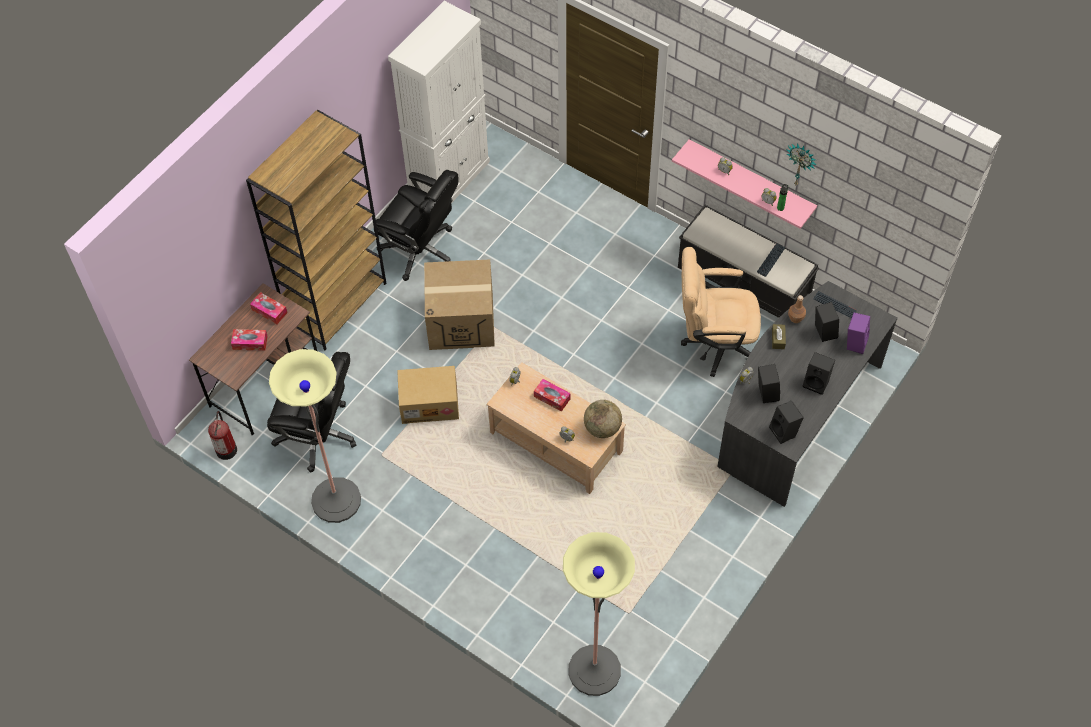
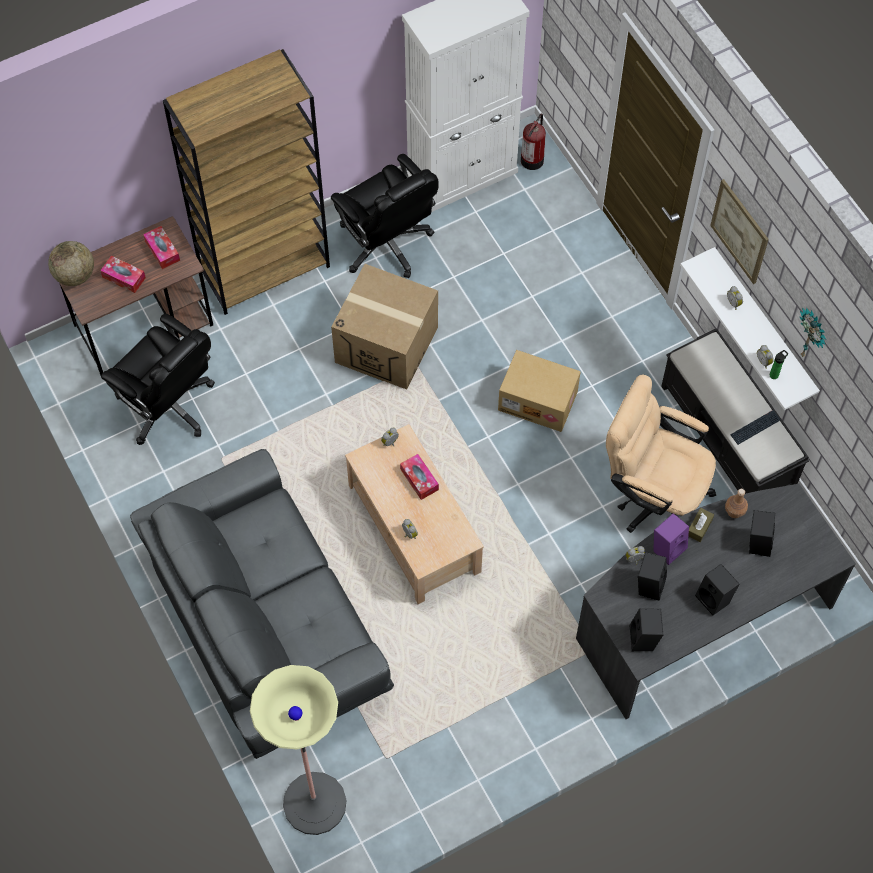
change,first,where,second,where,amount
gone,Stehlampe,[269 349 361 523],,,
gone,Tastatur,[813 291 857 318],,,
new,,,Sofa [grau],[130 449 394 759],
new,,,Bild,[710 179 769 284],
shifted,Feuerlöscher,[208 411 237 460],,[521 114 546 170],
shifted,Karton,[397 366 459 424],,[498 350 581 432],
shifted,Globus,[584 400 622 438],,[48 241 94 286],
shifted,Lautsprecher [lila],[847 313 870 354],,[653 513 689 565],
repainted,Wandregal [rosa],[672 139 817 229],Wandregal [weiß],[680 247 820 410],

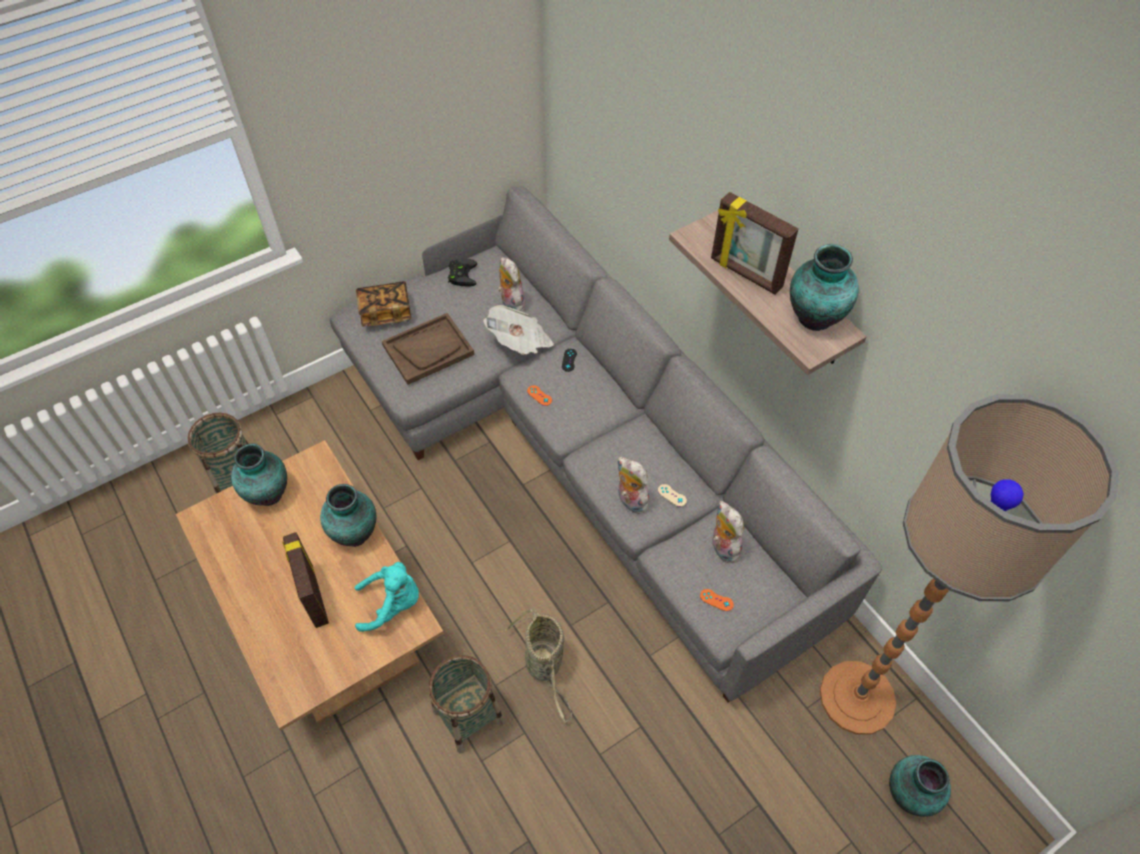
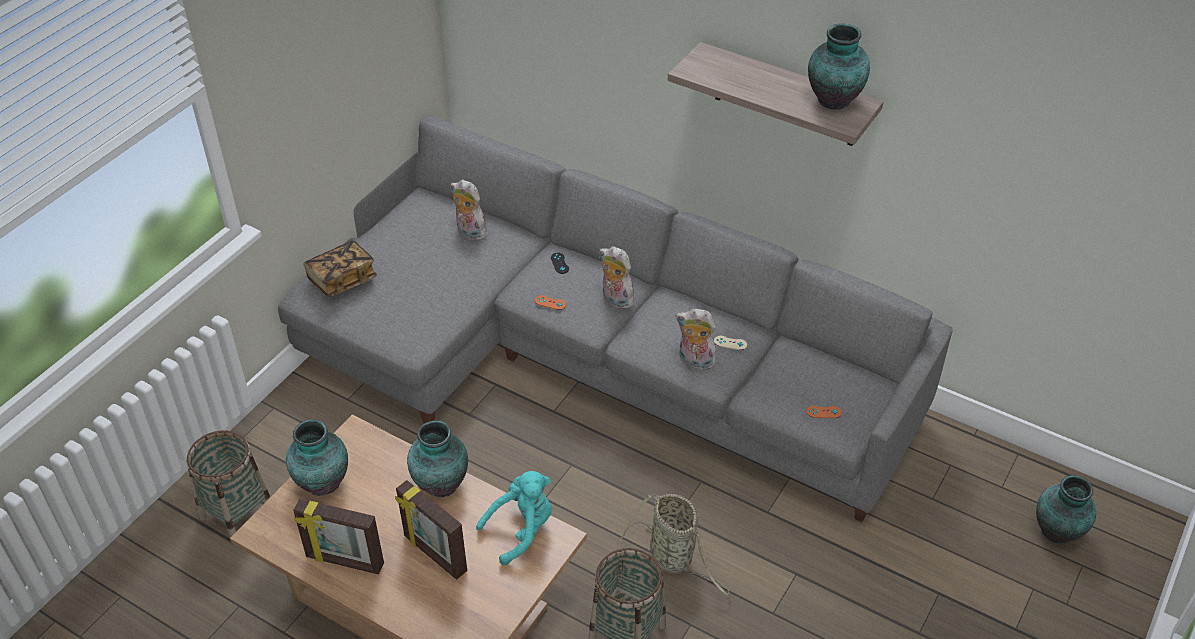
change,first,where,second,where,amount
gone,Tablett [braun],[382 313 474 385],,,
gone,Gamepad [schwarz],[448 259 477 286],,,
gone,Zeitung,[483 305 554 355],,,
gone,Stehlampe,[820 394 1119 735],,,
shifted,Bilderrahmen,[711 192 798 295],,[293 499 384 574],
shifted,Plüschtier,[712 501 744 563],,[599 246 634 309],

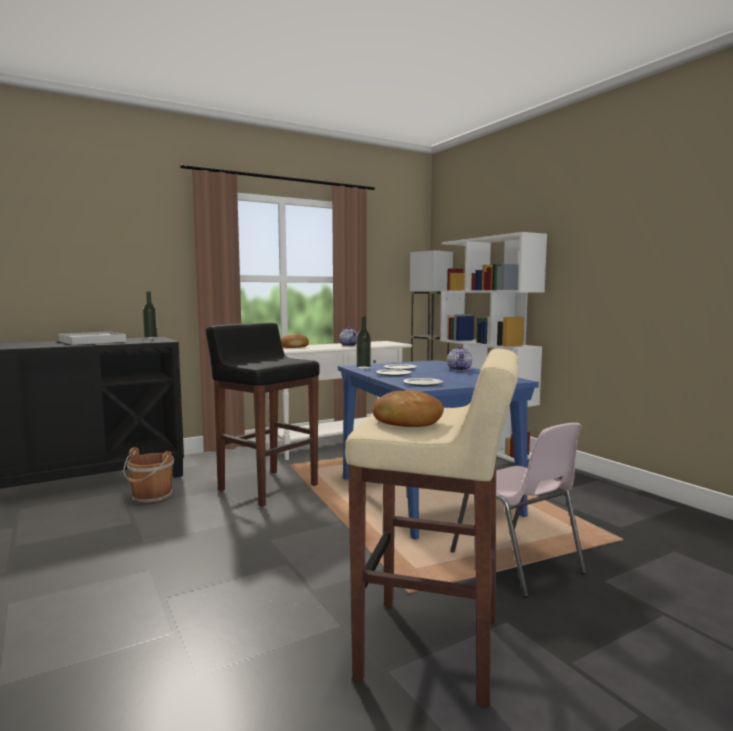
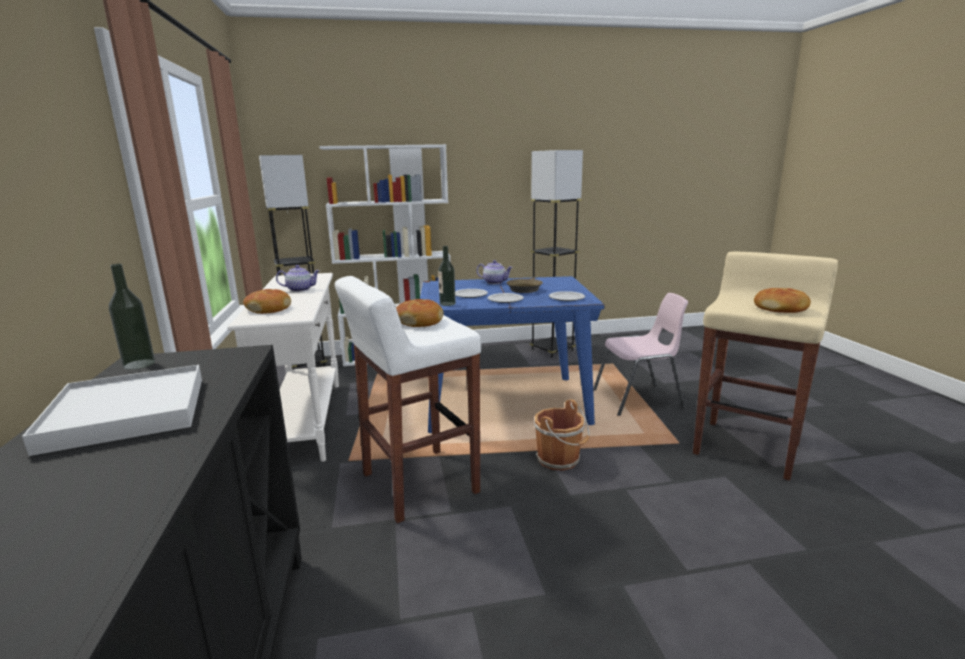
change,first,where,second,where,amount
new,,,Brot,[396 299 443 327],
new,,,Pfanne [braun],[506 277 543 293],
new,,,Stehlampe [grau],[530 150 583 357],
shifted,Eimer [braun],[123 447 174 505],,[534 399 590 471],
repainted,Hocker [schwarz],[206 323 320 507],Hocker [weiß],[335 276 481 523],

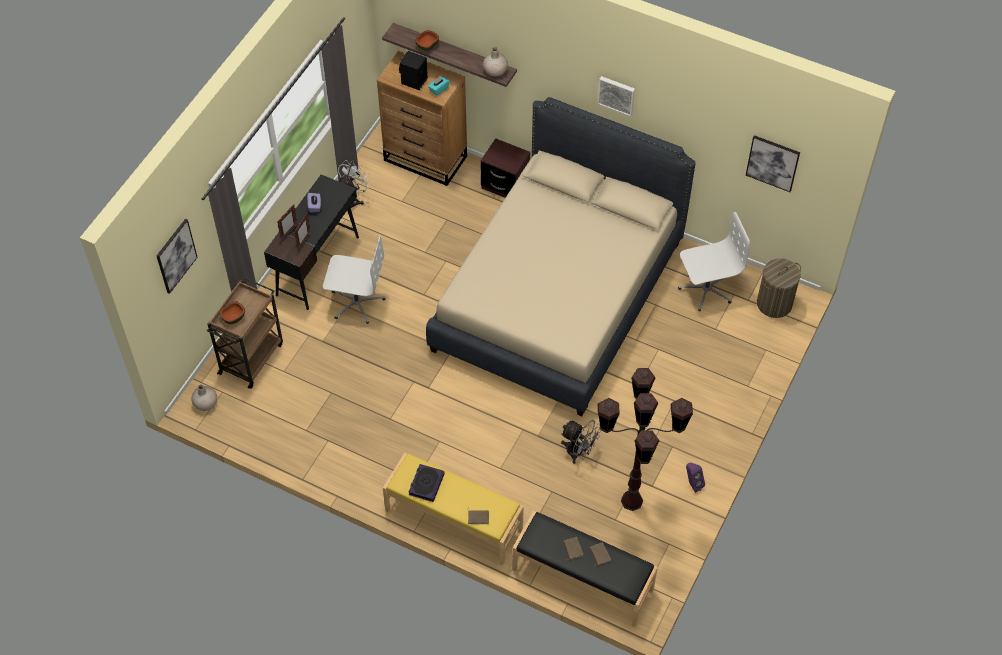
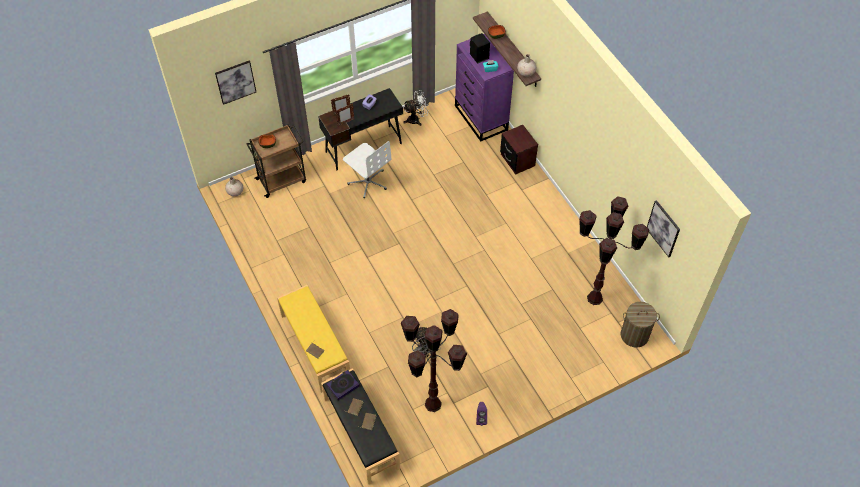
change,first,where,second,where,amount
gone,Bett [beige],[426 97 696 416],,,
gone,Bild,[597 76 635 117],,,
shifted,Buch,[408 464 445 502],,[327 370 360 400],
swapped,Bürostuhl [weiß],[678 212 749 311],Stehlampe [braun],[579 196 649 305],
repainted,Kommode [braun],[377 51 467 186],Kommode [lila],[455 34 514 142],

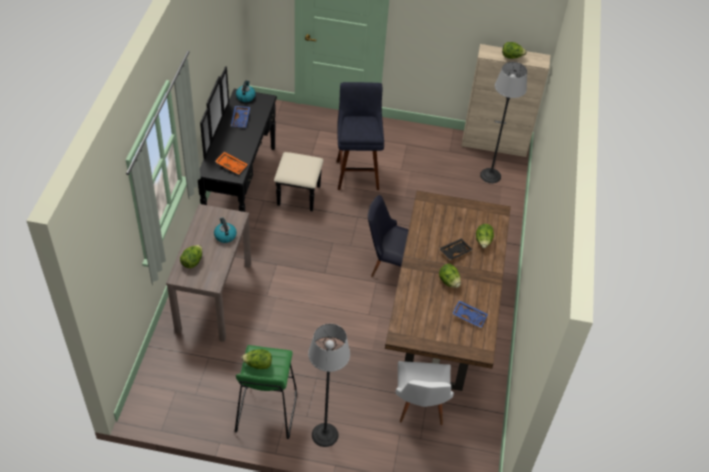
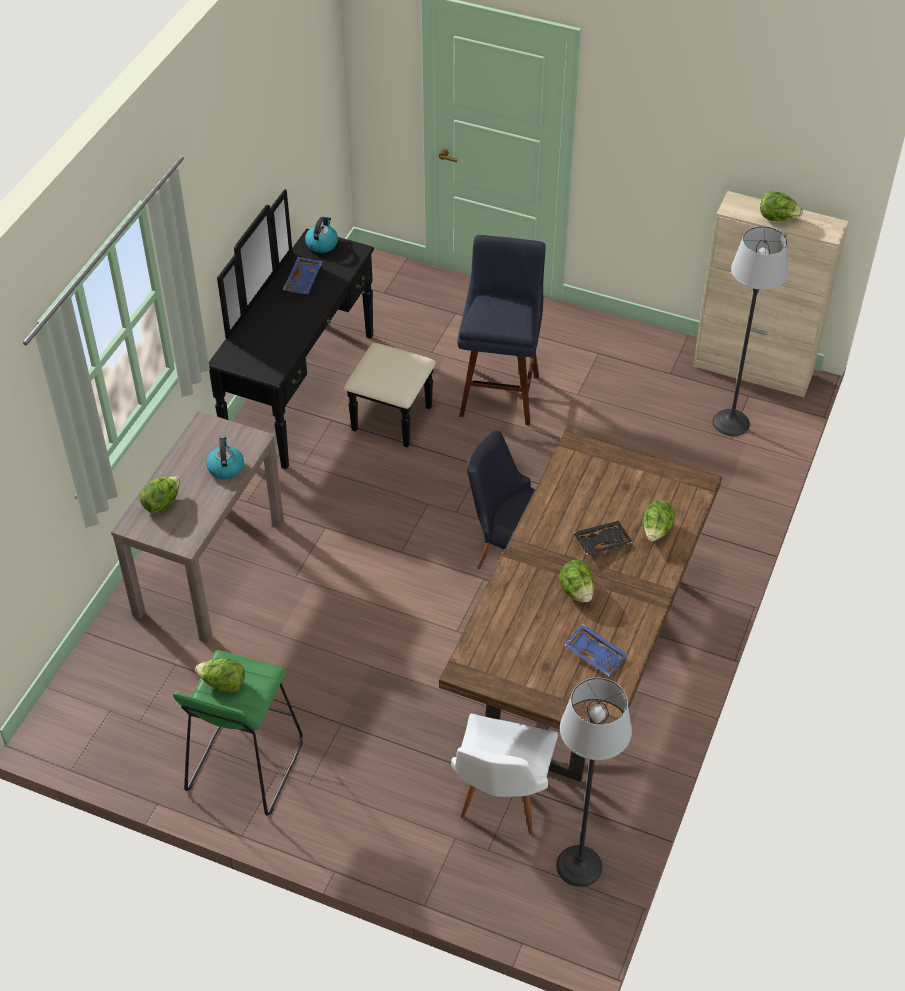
change,first,where,second,where,amount
gone,Tablett [orange],[215 152 248 175],,,
shifted,Stehlampe,[308 324 350 447],,[556 678 632 887],

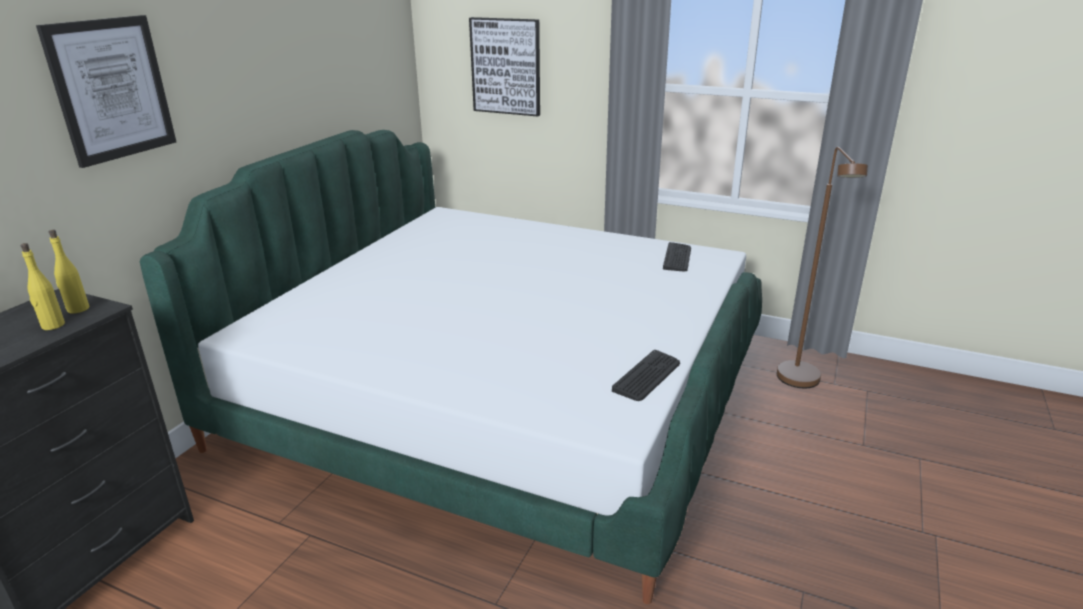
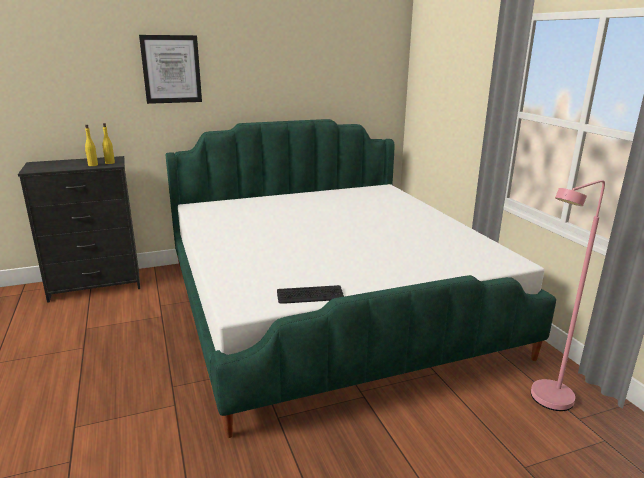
change,first,where,second,where,amount
gone,Bild,[469 17 540 116],,,
gone,Tastatur,[663 242 691 272],,,
repainted,Stehlampe [braun],[777 147 868 388],Stehlampe [rosa],[531 180 605 411],

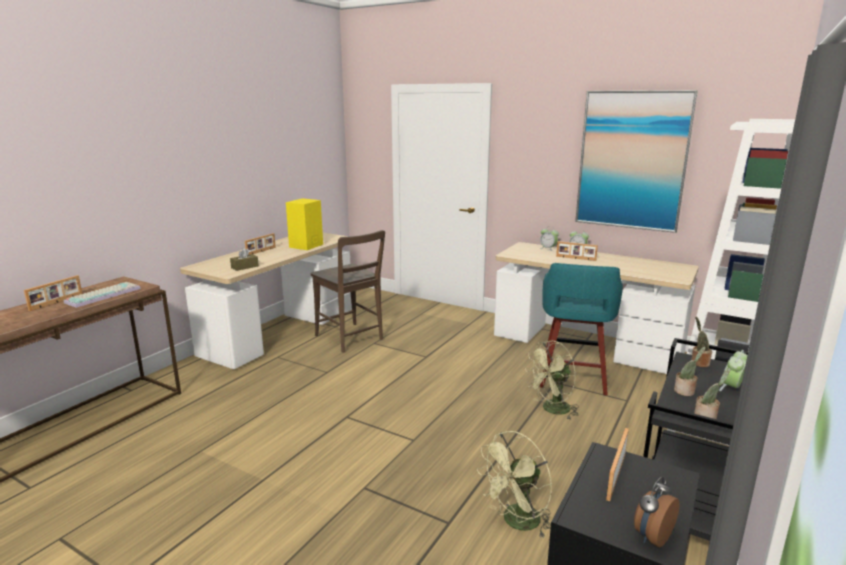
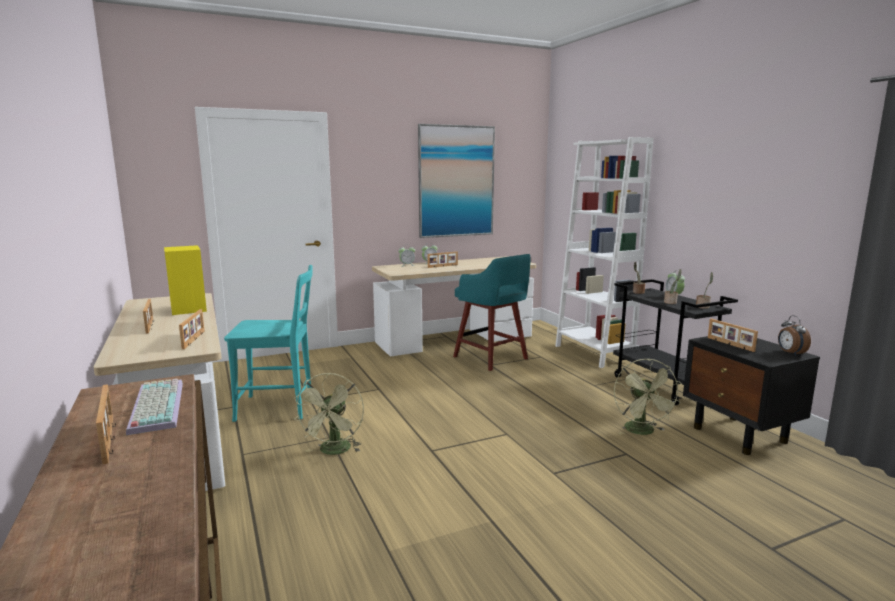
change,first,where,second,where,amount
shifted,Ventilator [grün],[525 341 579 419],,[294 373 364 455],
swapped,Taschentuchbox [braun],[230 248 259 271],Bilderrahmen,[179 309 204 349],
repainted,Stuhl [braun],[311 230 385 353],Stuhl [türkis],[224 265 313 422],

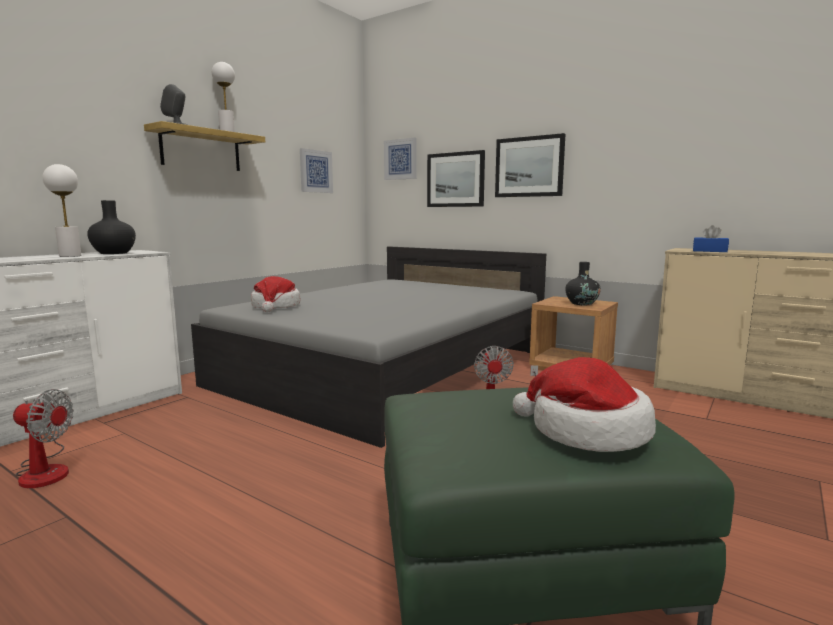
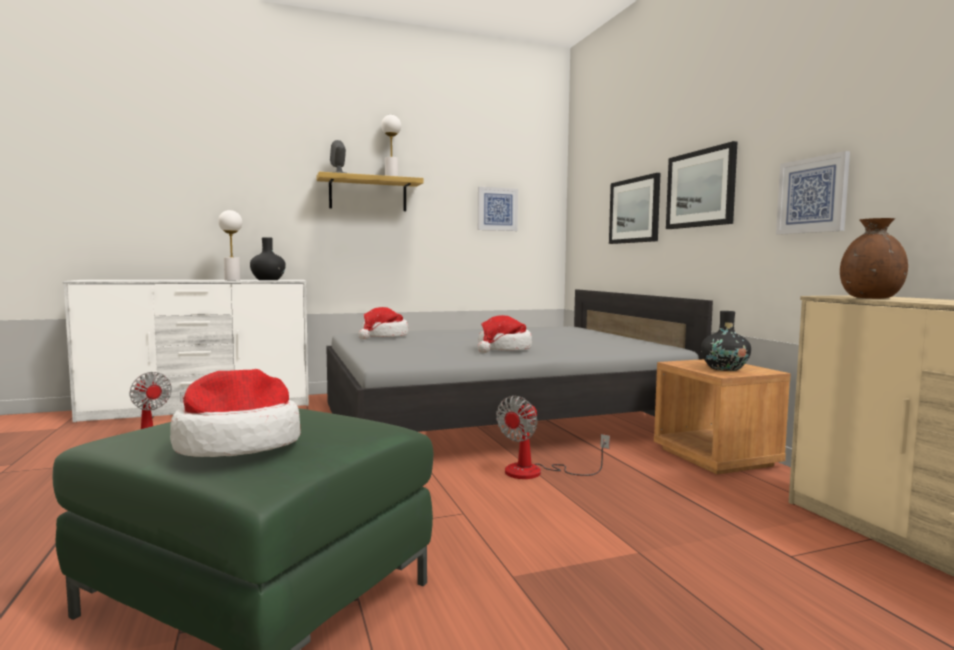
change,first,where,second,where,amount
new,,,Hut,[478 315 532 353],
shifted,Bild,[384 138 417 180],,[776 151 850 235],
swapped,Taschentuchbox [blau],[693 225 729 252],Vase [braun],[840 218 908 299],

